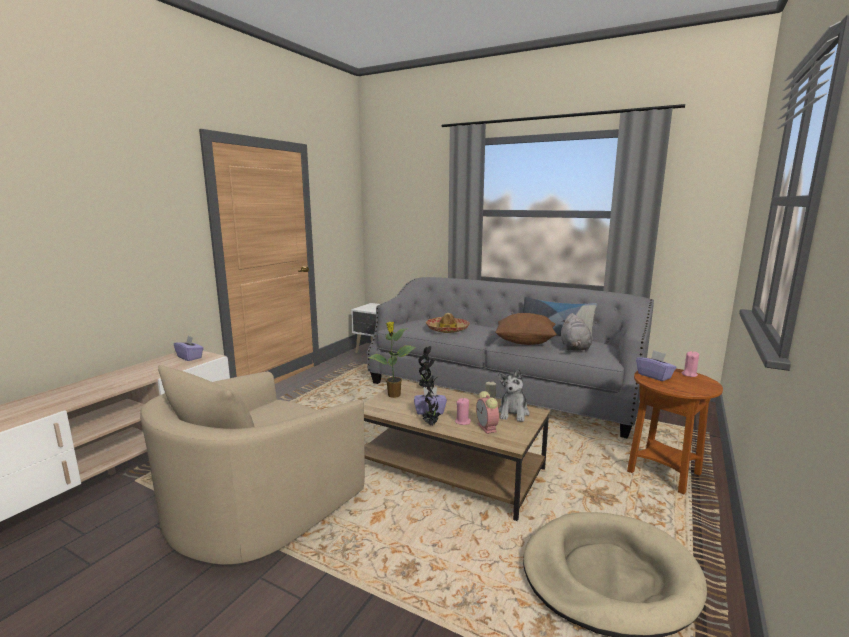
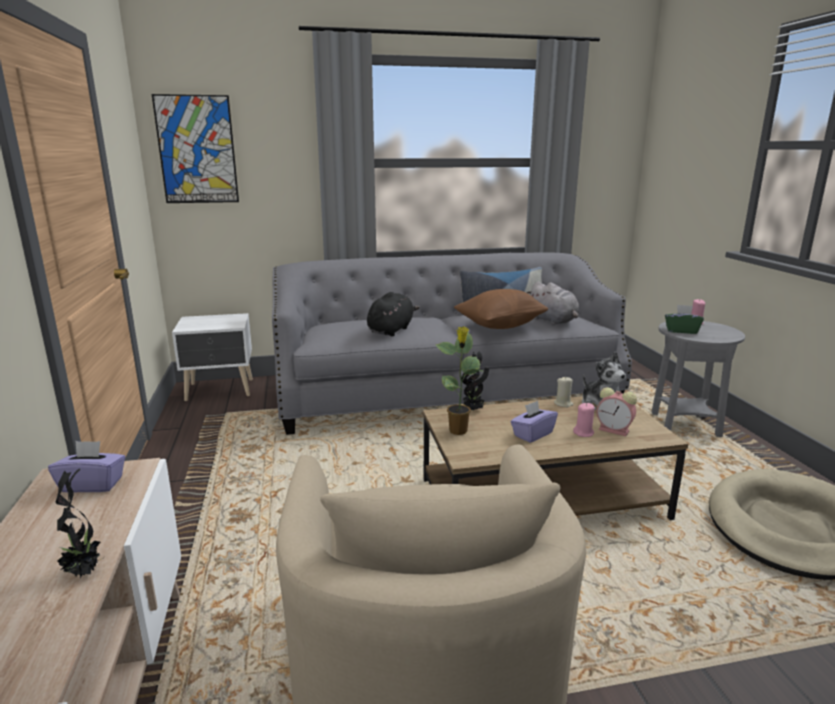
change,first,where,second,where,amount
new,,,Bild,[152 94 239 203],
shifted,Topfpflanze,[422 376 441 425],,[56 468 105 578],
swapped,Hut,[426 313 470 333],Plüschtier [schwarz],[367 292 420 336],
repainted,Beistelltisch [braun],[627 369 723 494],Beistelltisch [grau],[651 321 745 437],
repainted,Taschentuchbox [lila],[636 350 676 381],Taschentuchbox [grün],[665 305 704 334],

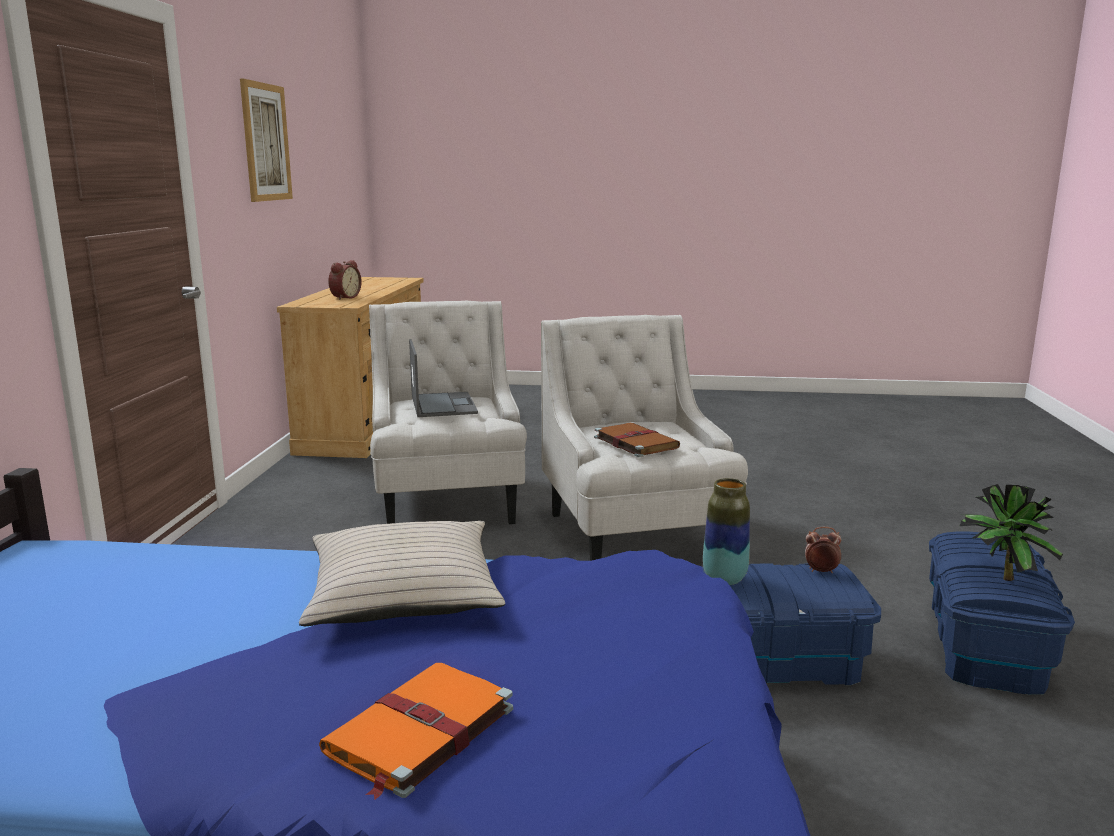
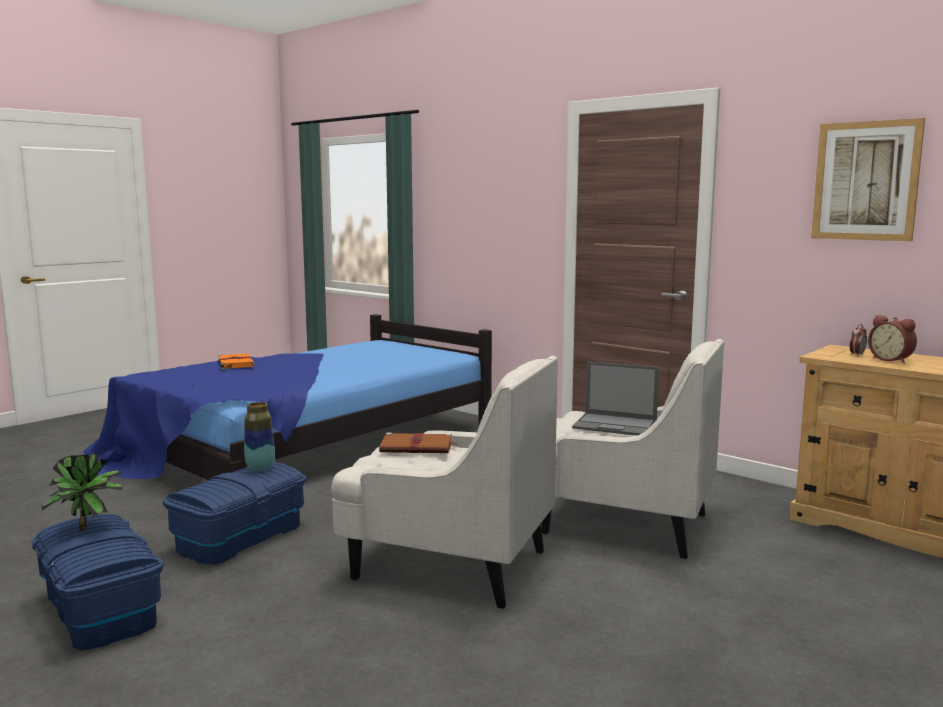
change,first,where,second,where,amount
gone,Kissen [beige],[299 521 505 626],,,
shifted,Wecker,[805 527 841 573],,[850 324 867 356],

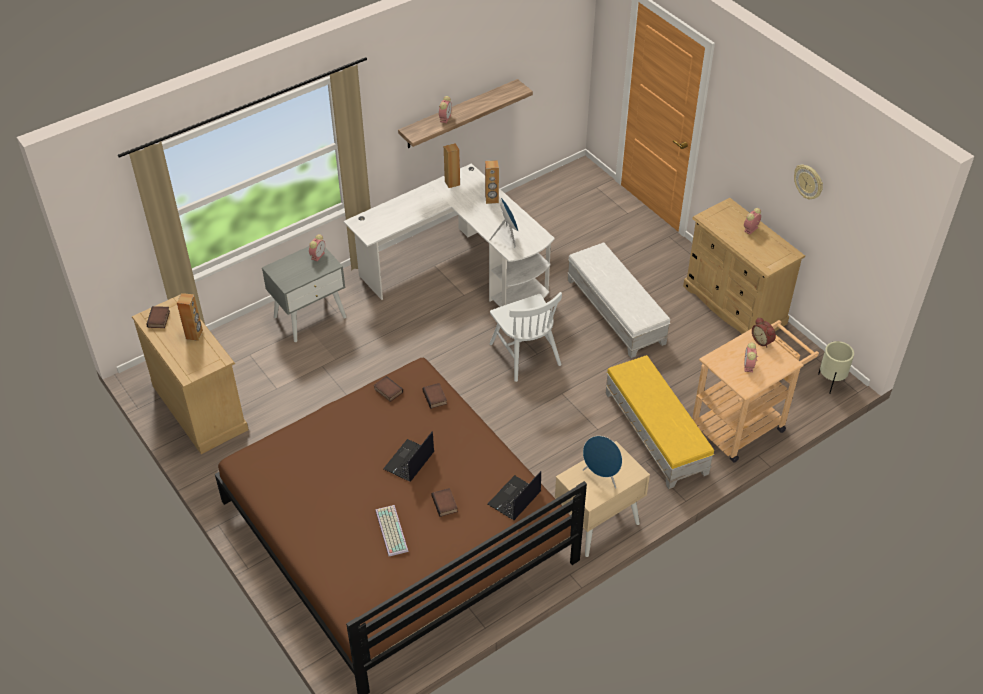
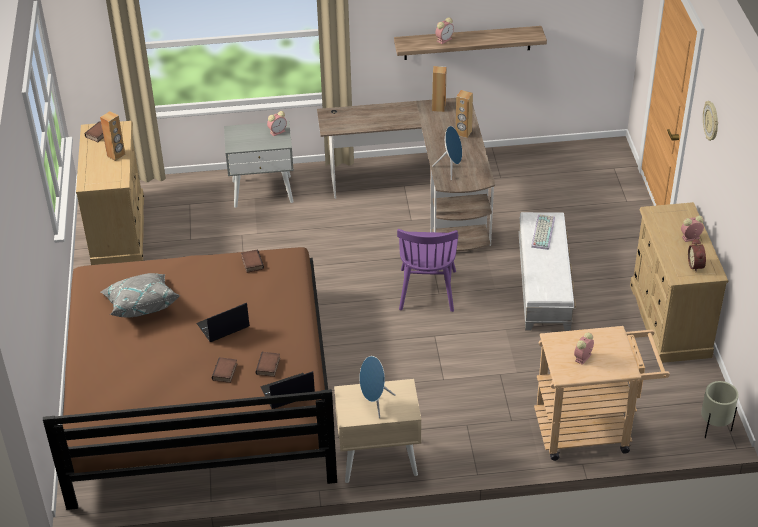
change,first,where,second,where,amount
gone,Polsterhocker [gelb],[605 355 714 489],,,
new,,,Kissen [grau],[101 273 181 318],
shifted,Tastatur,[375 505 409 556],,[531 214 555 250],
shifted,Buch,[422 383 447 409],,[255 352 280 377],
shifted,Wecker,[752 317 776 347],,[688 238 706 272],
shifted,Wanduhr,[794 164 823 200],,[703 101 718 141],
repainted,Schreibtisch [weiß],[344 163 555 307],Schreibtisch [braun],[317 98 495 251],
repainted,Stuhl [weiß],[489 292 562 382],Stuhl [lila],[397 229 458 312],

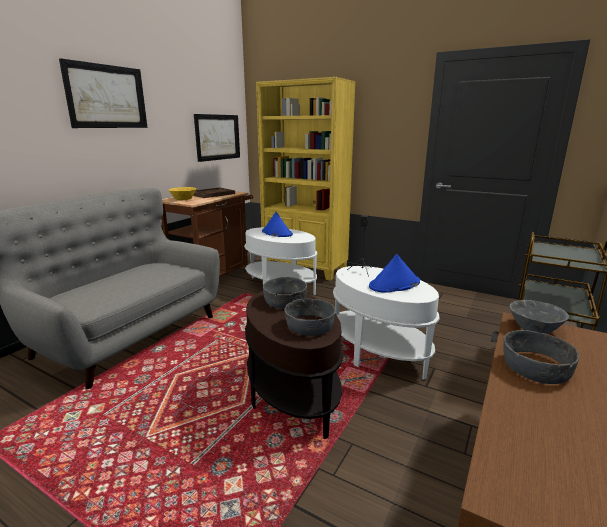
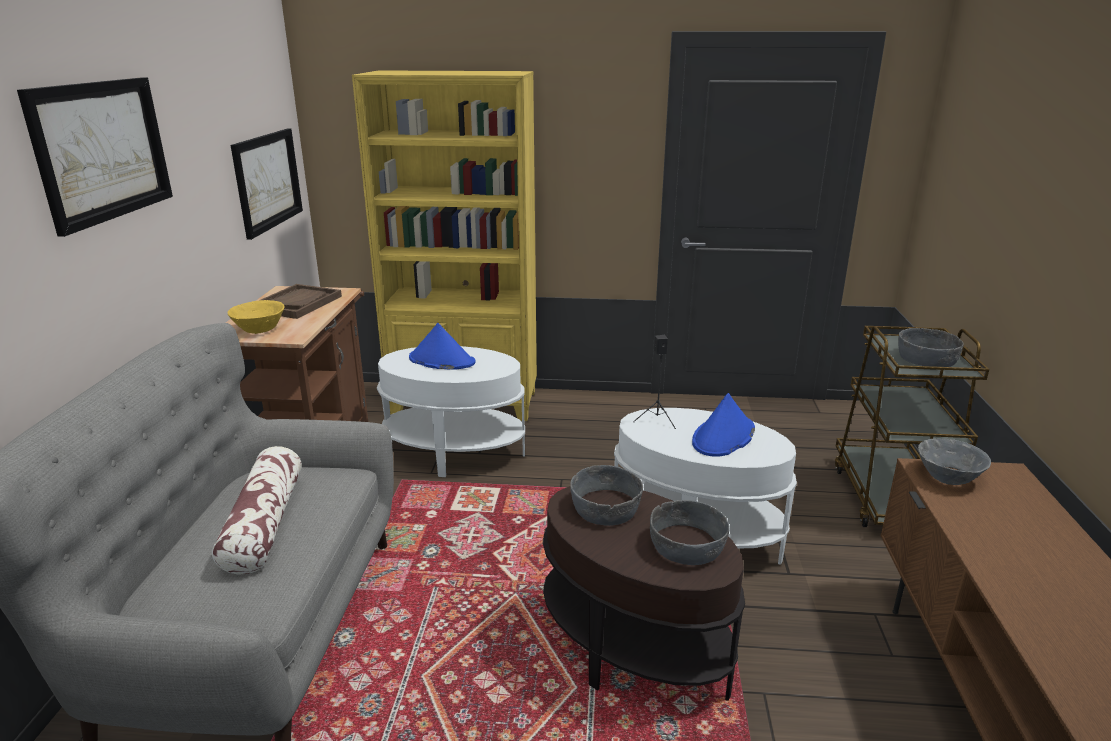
change,first,where,second,where,amount
new,,,Kissen,[212 446 302 574],
shifted,Schüssel [grau],[503 330 579 384],,[898 328 964 367],

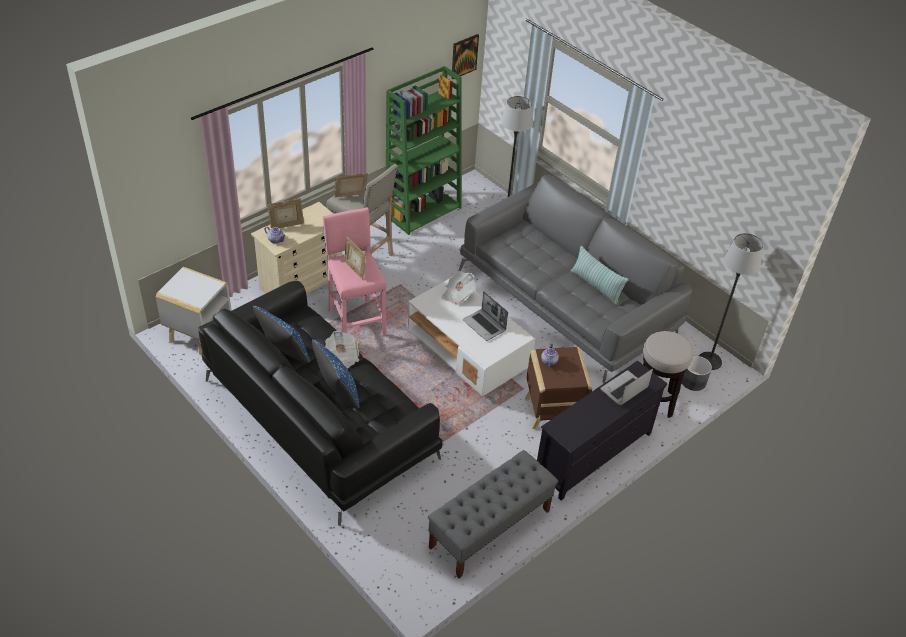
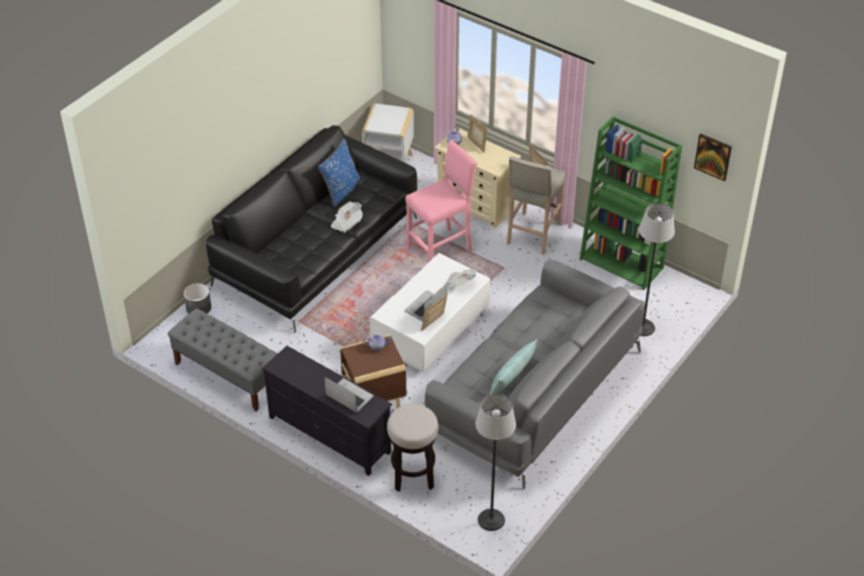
change,first,where,second,where,amount
gone,Kissen [blau],[312 339 360 409],,,
shifted,Bilderrahmen,[344 237 366 279],,[421 294 448 331],
shifted,Pflanzkübel [grau],[682 356 712 391],,[184 283 211 314],

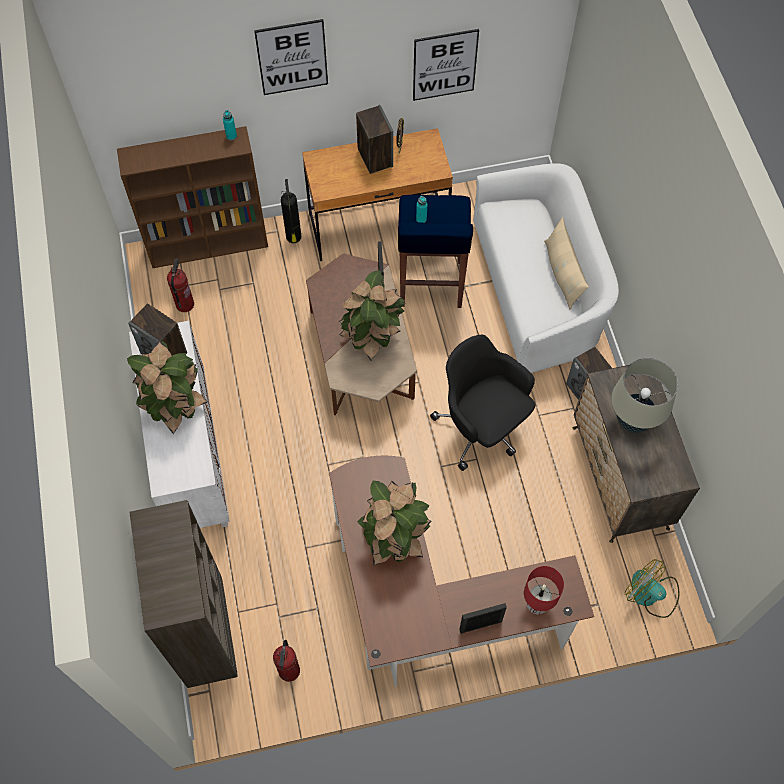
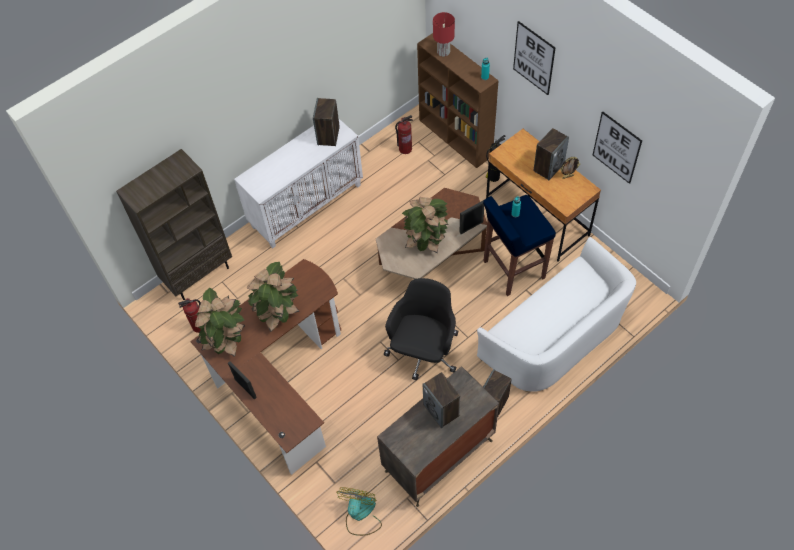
change,first,where,second,where,amount
gone,Kissen [beige],[544 217 589 310],,,
shifted,Topfpflanze,[127 341 207 434],,[195 288 245 357],
shifted,Tischlampe [rot],[524 566 564 614],,[433 12 455 57],
swapped,Tischlampe [beige],[611 358 678 433],Lautsprecher,[423 372 460 428],

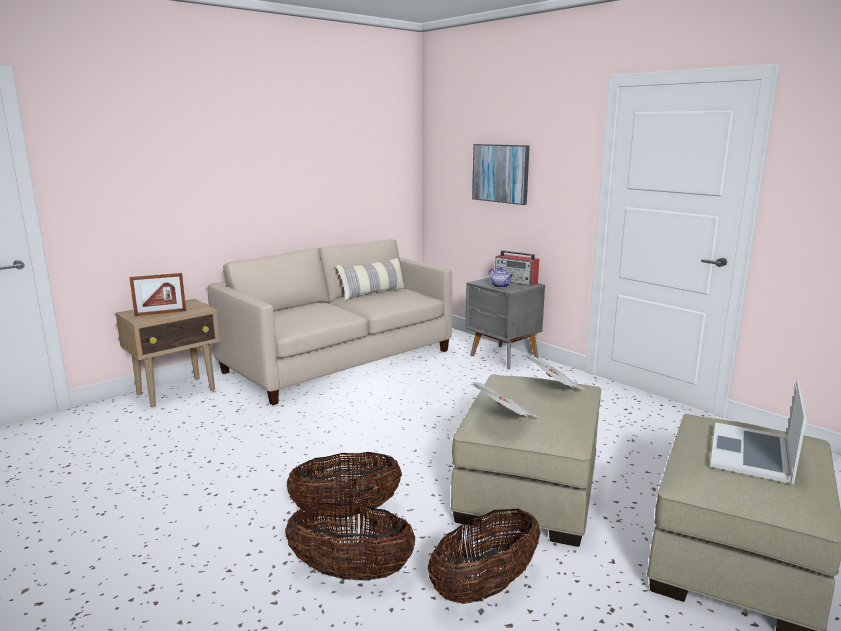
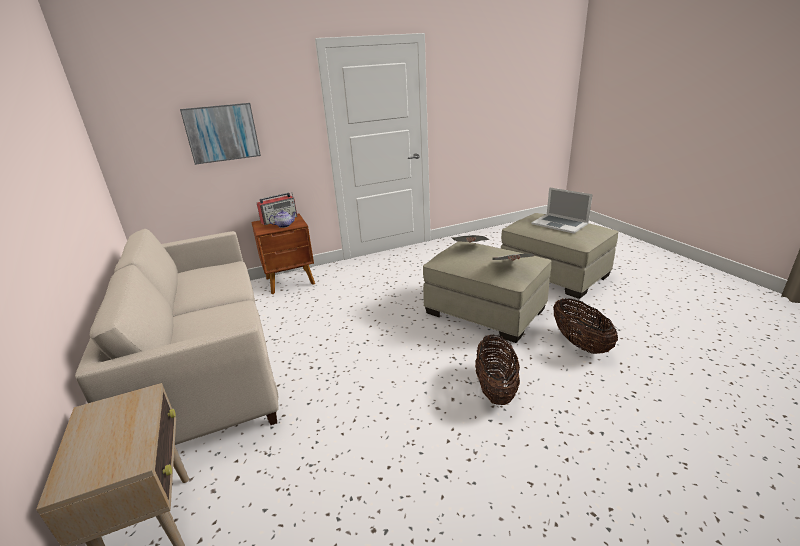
change,first,where,second,where,amount
gone,Bilderrahmen,[129 273 186 316],,,
gone,Korb,[285 503 415 581],,,
gone,Kissen,[336 256 407 301],,,
repainted,Nachttisch [grau],[466 278 545 370],Nachttisch [braun],[252 213 315 294],

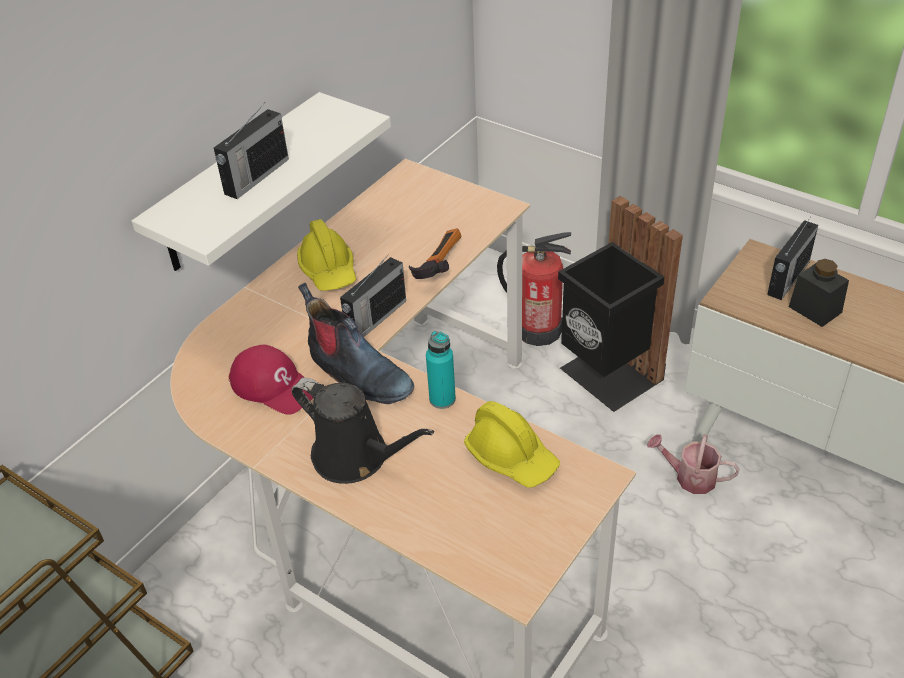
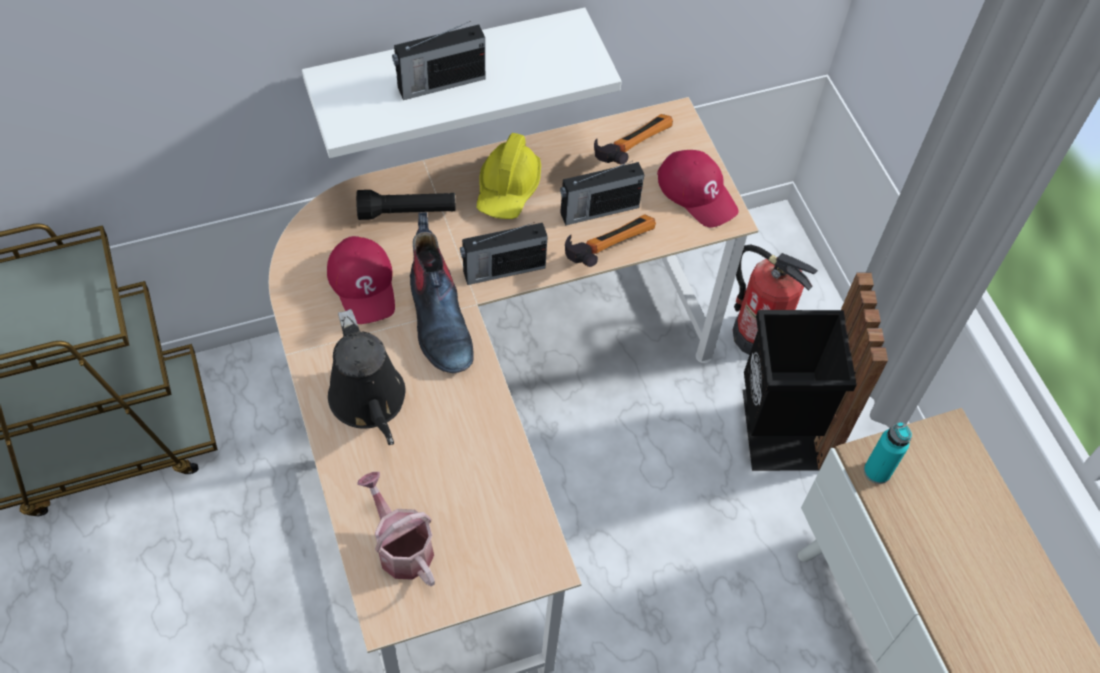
change,first,where,second,where,amount
gone,Schutzhelm [gelb],[464 401 560 488],,,
gone,Vorratsglas [schwarz],[789 259 849 327],,,
new,,,Taschenlampe [schwarz],[356 190 456 220],
new,,,Hammer,[594 114 673 165],
new,,,Kappe [rot],[657 150 739 227],
shifted,Flasche [türkis],[426 331 456 409],,[864 422 912 484],
shifted,Gießkanne,[647 434 740 494],,[357 472 435 586],
shifted,Radio,[767 216 818 300],,[560 161 644 225],

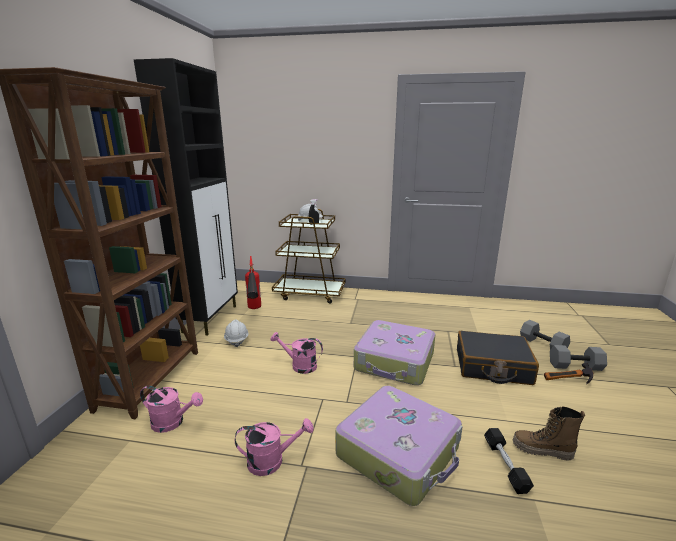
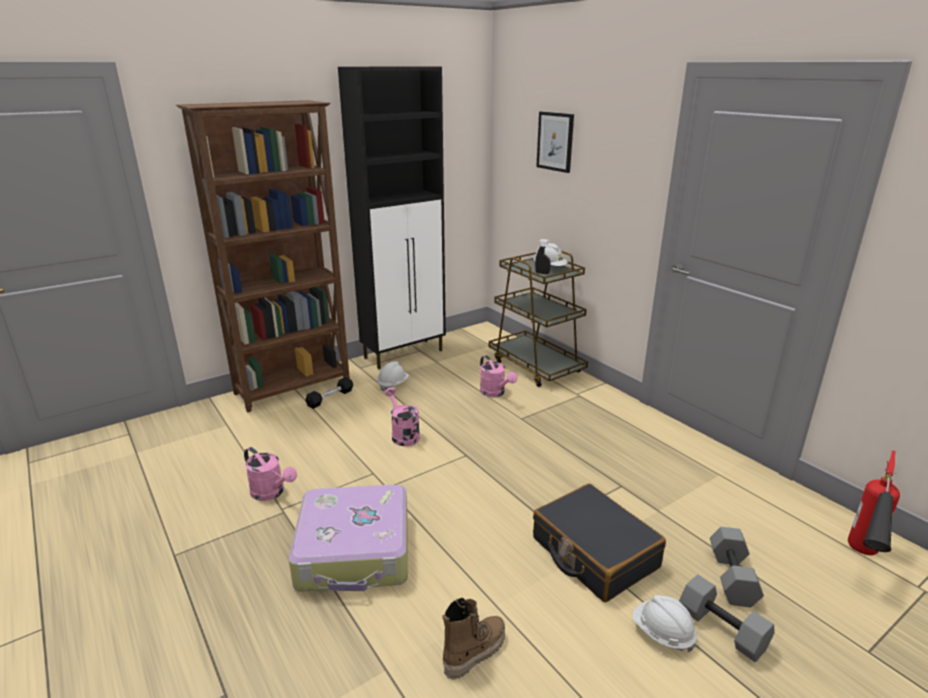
change,first,where,second,where,amount
gone,Koffer,[354 320 435 385],,,
new,,,Bild,[536 111 574 173],
shifted,Gießkanne [rosa],[140 385 203 433],,[480 355 517 397],
shifted,Feuerlöscher,[245 256 261 309],,[848 450 900 555],
shifted,Hantel [schwarz],[484 428 534 494],,[305 377 353 409],
swapped,Hammer,[544 363 593 384],Schutzhelm [weiß],[632 595 697 652],
rotated,Stiefel,[513 406 585 461],,[442 598 505 680],75 degrees clockwise

